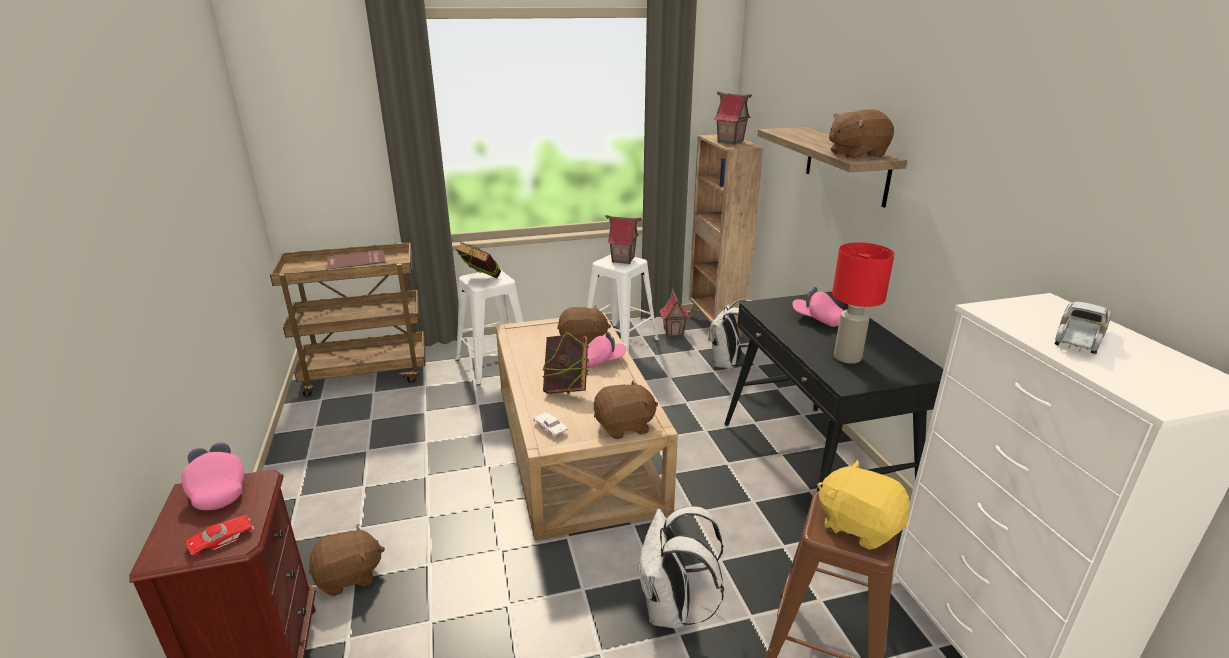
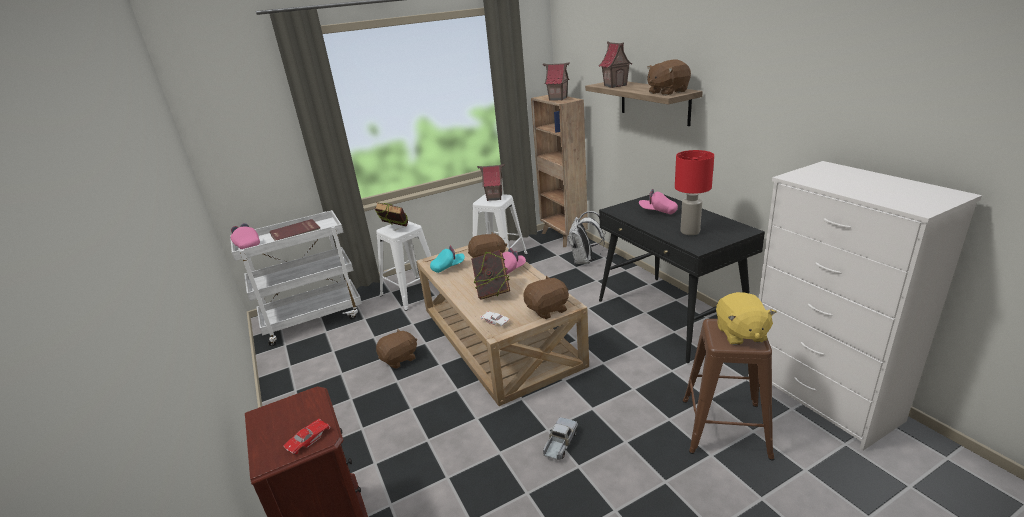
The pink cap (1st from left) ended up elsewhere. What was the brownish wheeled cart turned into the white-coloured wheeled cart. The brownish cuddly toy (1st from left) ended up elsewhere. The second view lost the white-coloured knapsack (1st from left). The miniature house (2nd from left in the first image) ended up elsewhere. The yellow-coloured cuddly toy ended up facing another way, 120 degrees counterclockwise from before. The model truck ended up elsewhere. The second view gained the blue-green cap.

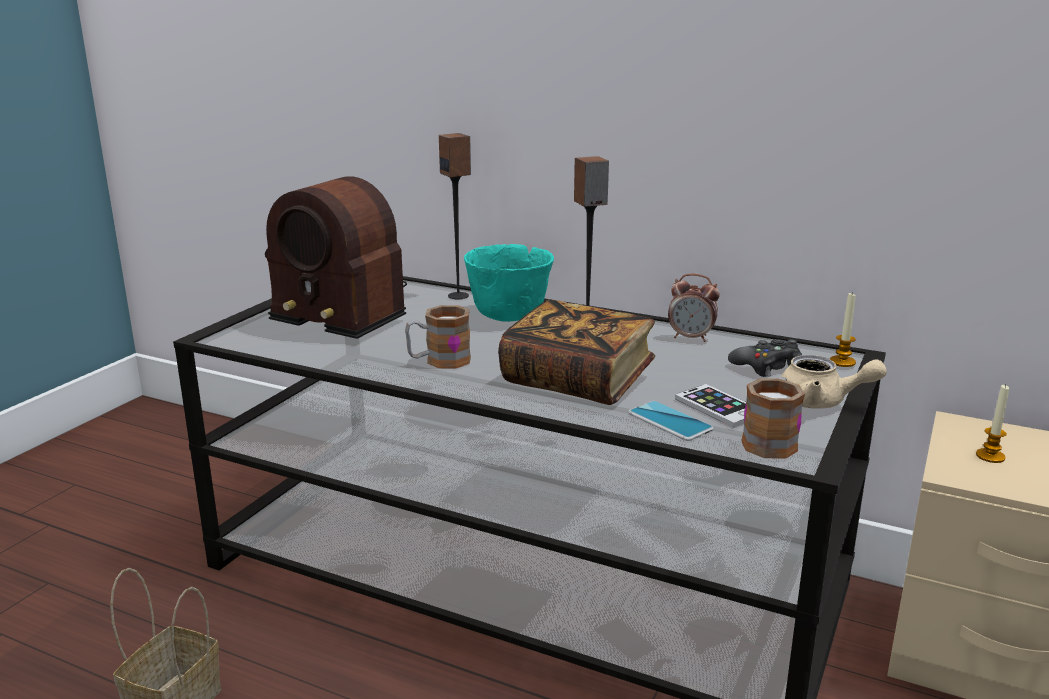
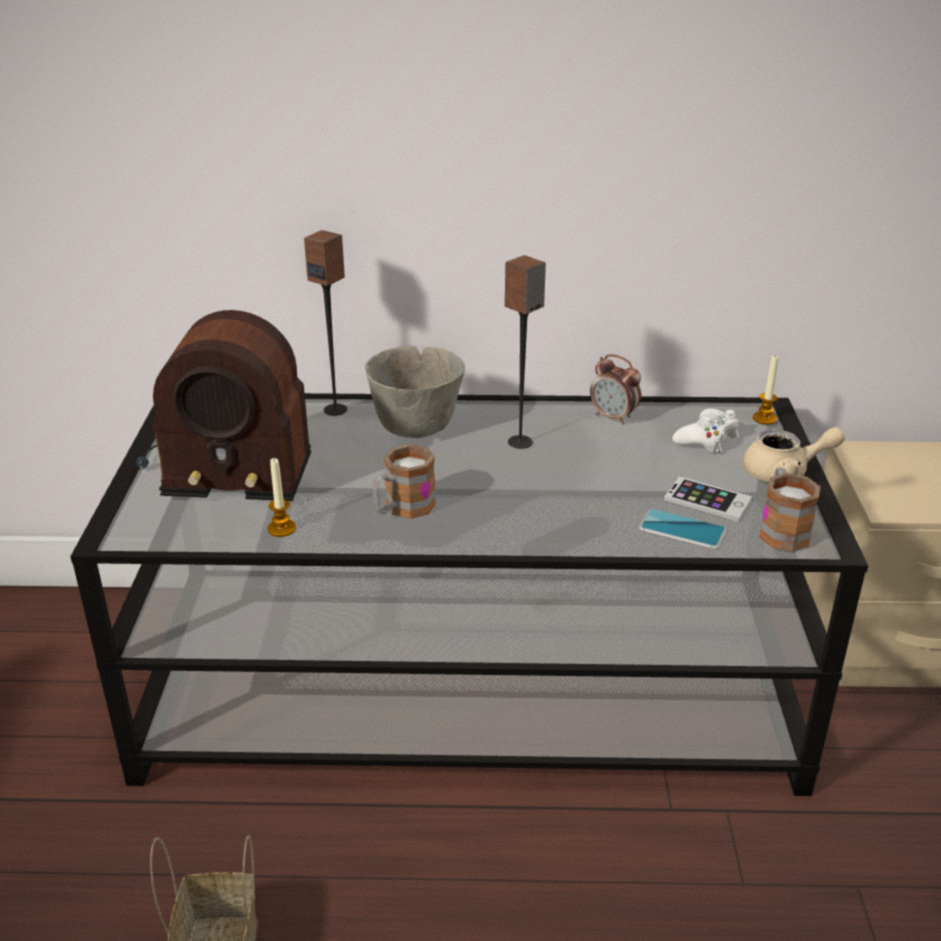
What was the blue-green bowl turned into the greyish bowl. The second view lost the book. The table clock ended up facing another way, 45 degrees clockwise from before. What was the blackish gamepad turned into the white-coloured gamepad. The wax light (2nd from left in the first image) ended up elsewhere.

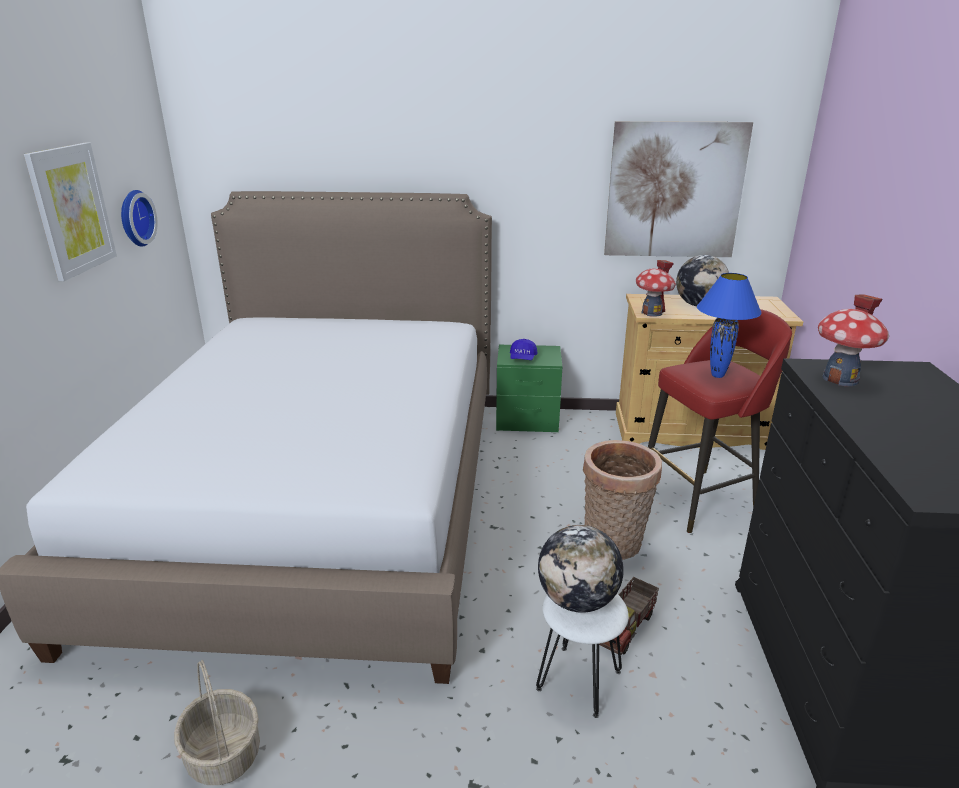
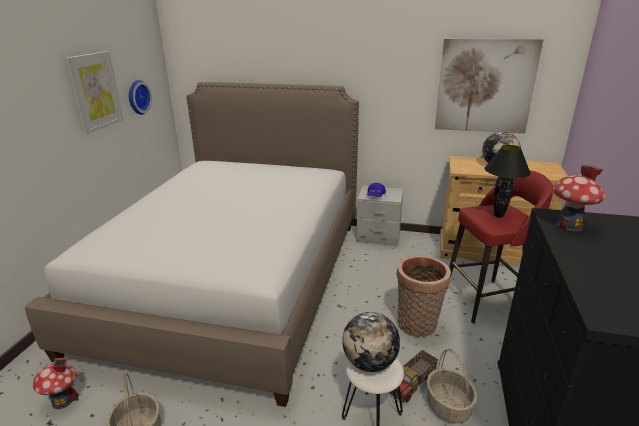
What was the green-coloured nightstand turned into the greyish nightstand. The miniature house (1st from left) ended up elsewhere. What was the blue tabletop lamp turned into the blackish tabletop lamp. The second view gained the basket (3rd from left).

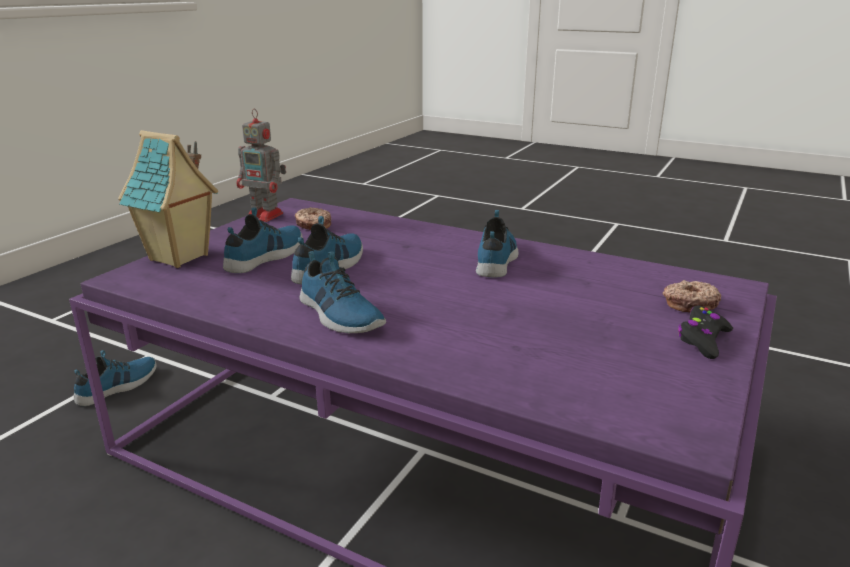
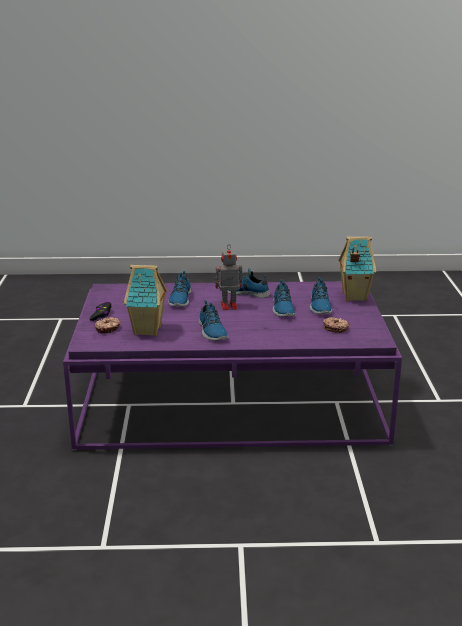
The item of footwear (1st from left) ended up elsewhere. The model robot ended up elsewhere. The second view gained the miniature house (1st from left).

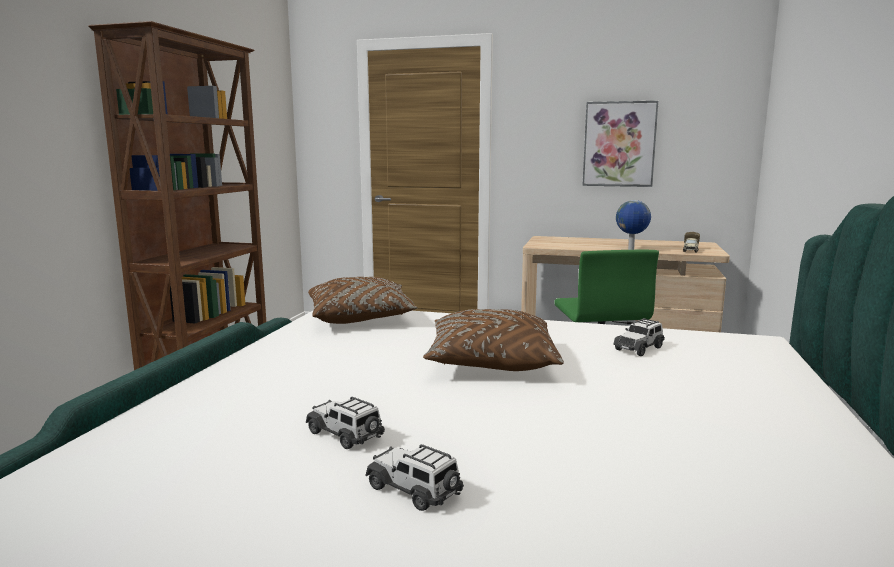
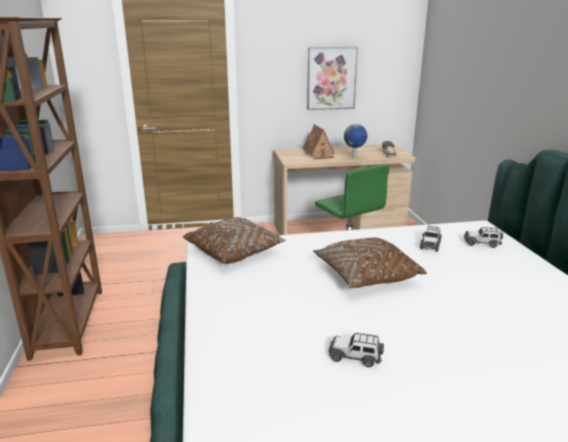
The toy car (2nd from left in the first image) ended up elsewhere. The second view gained the miniature house.

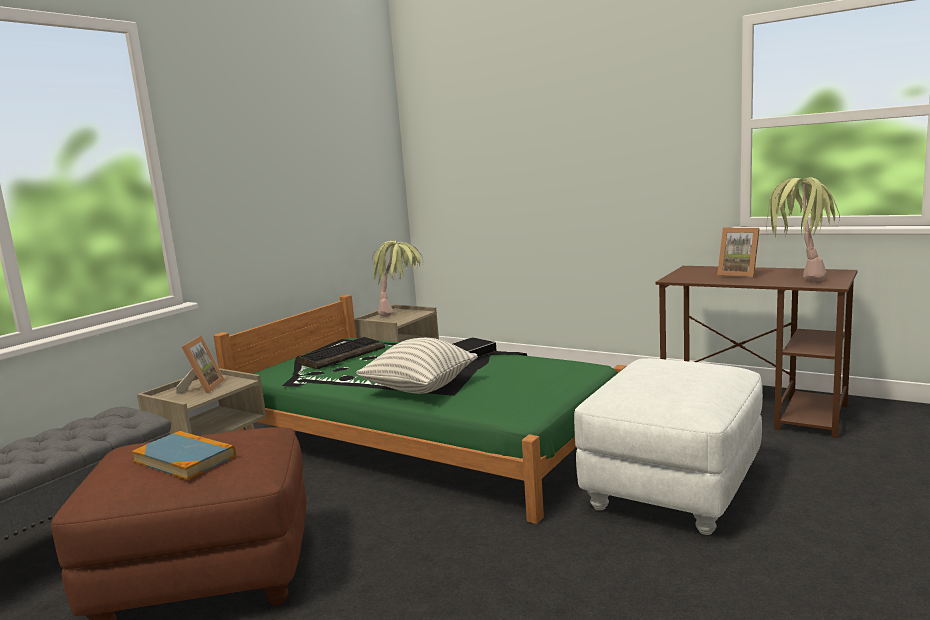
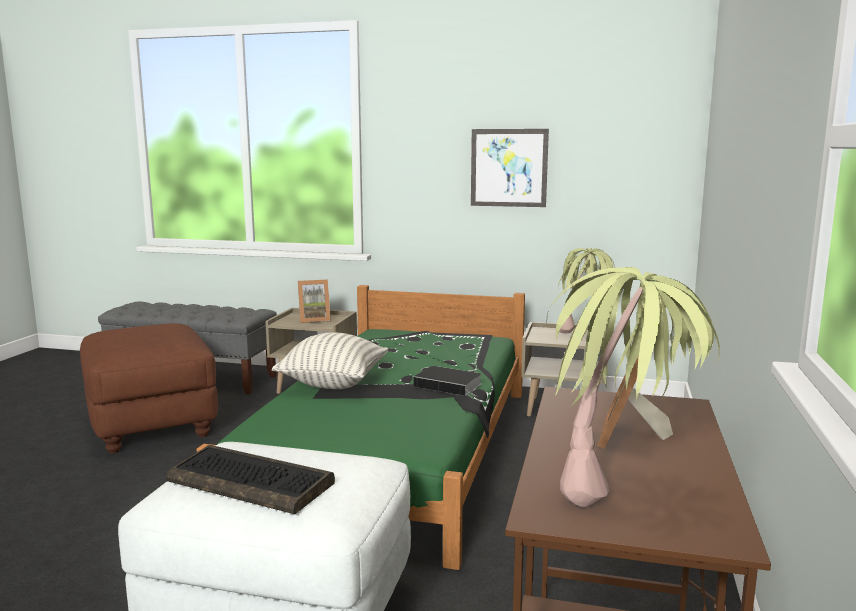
The second view lost the book (1st from left). The keyboard ended up elsewhere. The second view gained the wall picture.

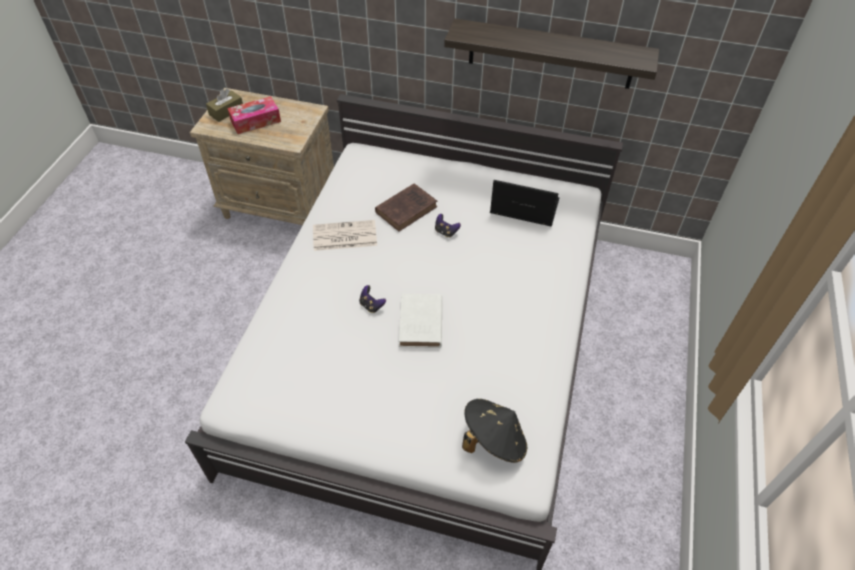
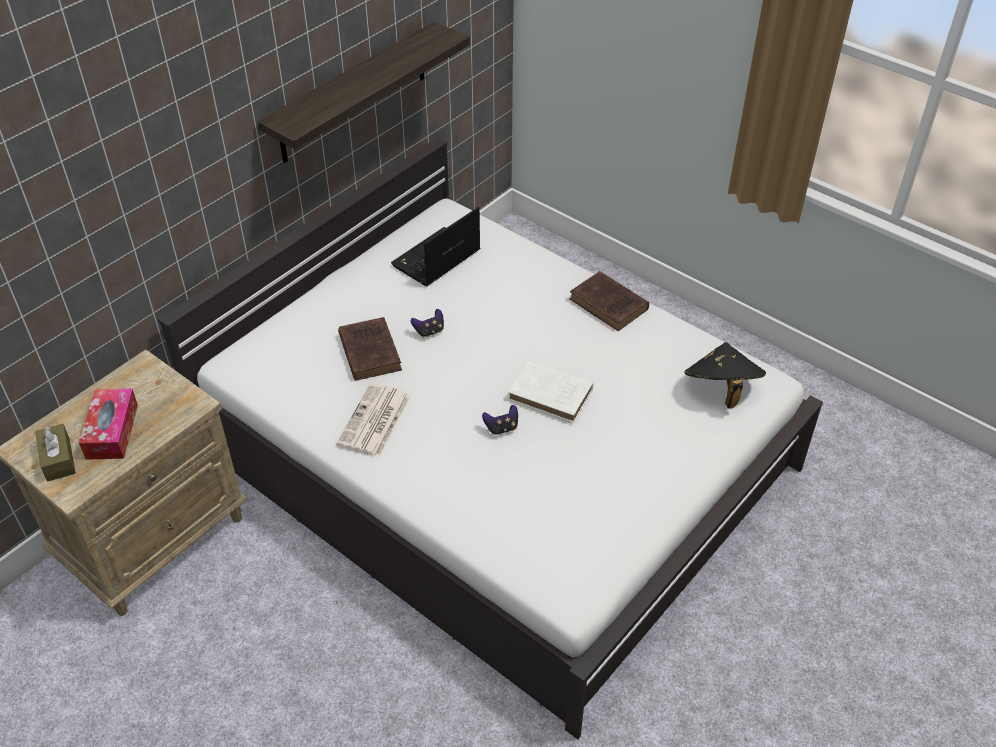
The second view gained the brownish book (2nd from left).

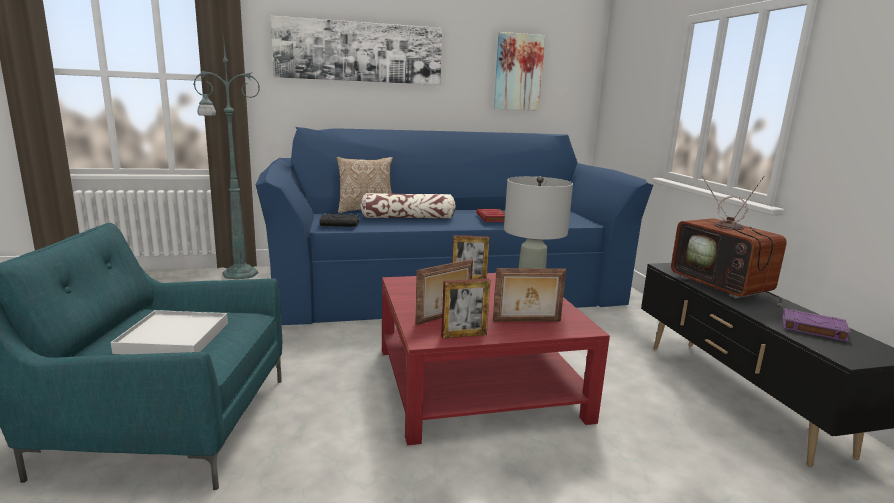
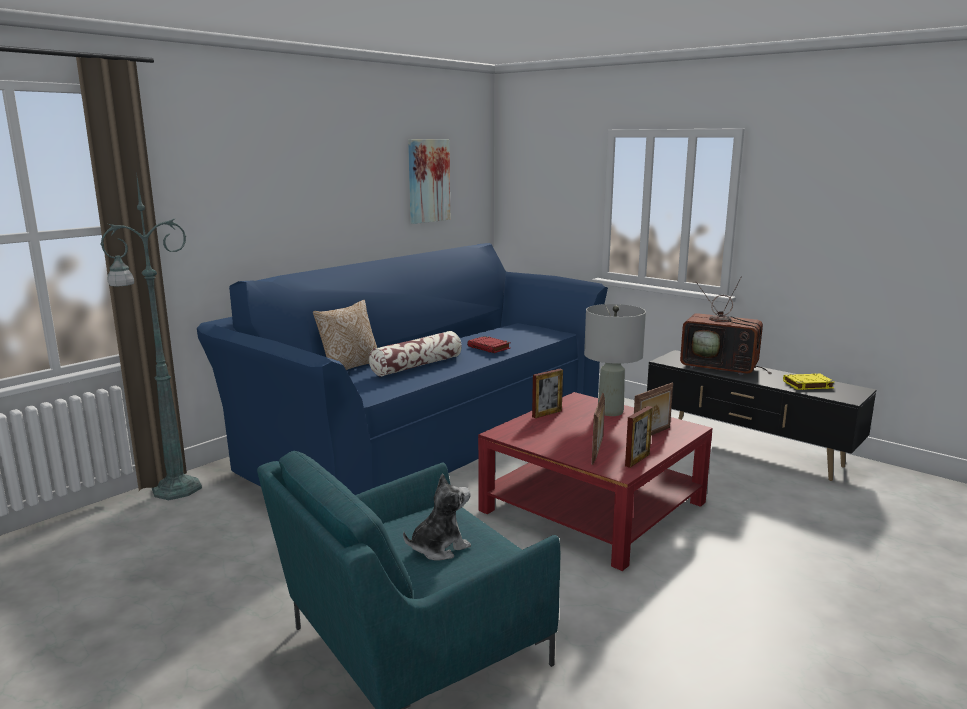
Where the white-coloured tray stood, the cuddly toy came to stand. The second view lost the wall picture (1st from left). The second view lost the blackish book. What was the purplish book turned into the yellow-coloured book.

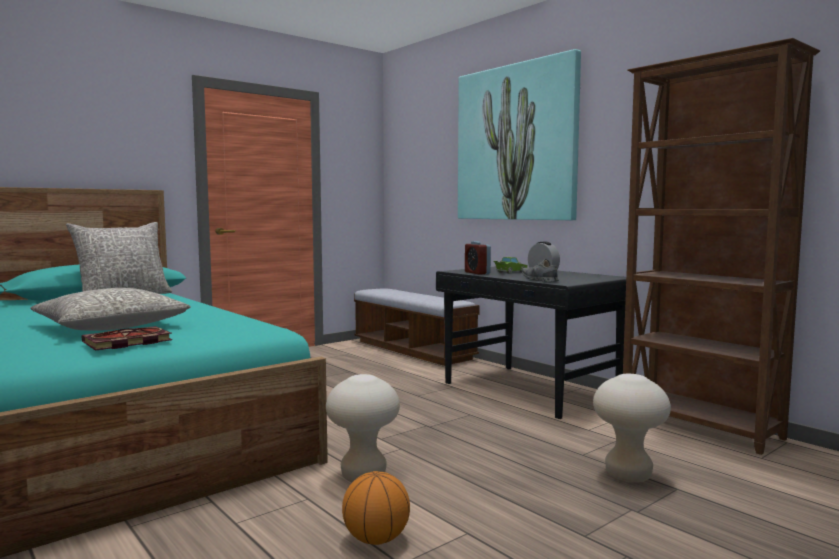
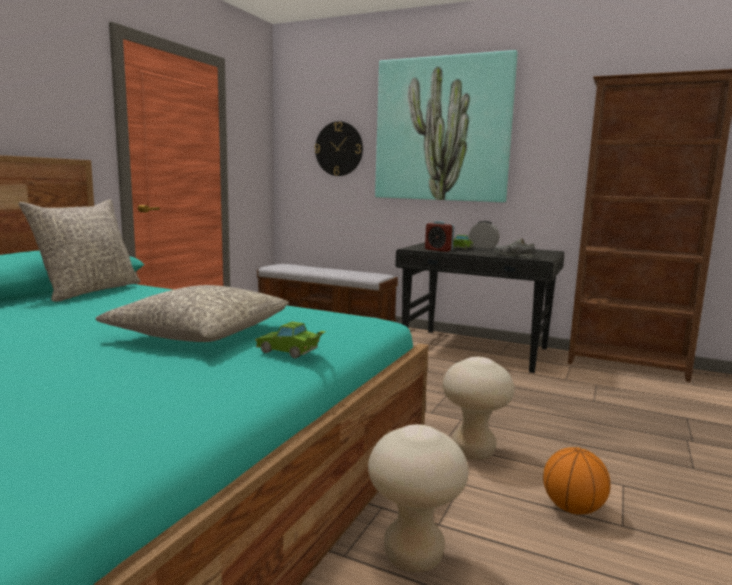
Where the book stood, the green-coloured toy car (1st from left) came to stand. The beige stool seat (2nd from left in the first image) ended up elsewhere. The second view gained the hanging clock.

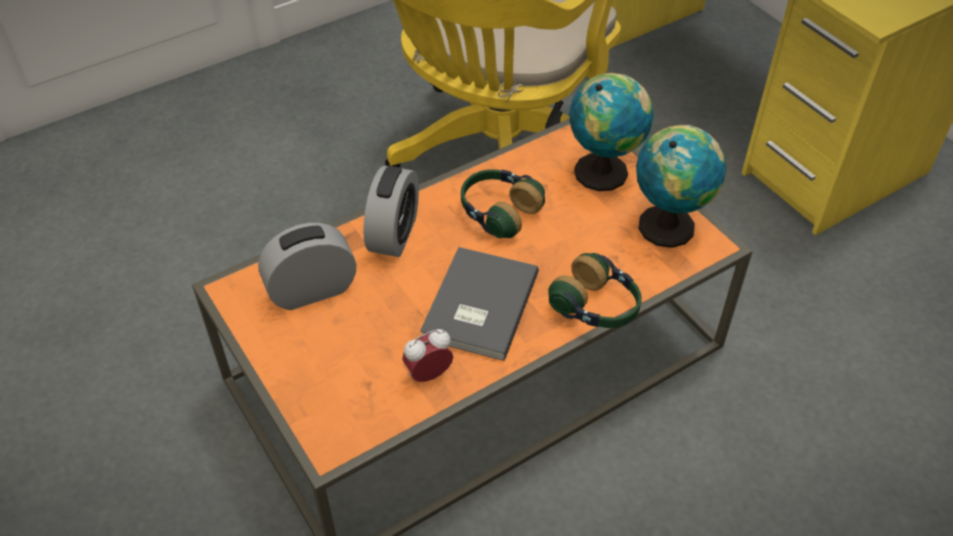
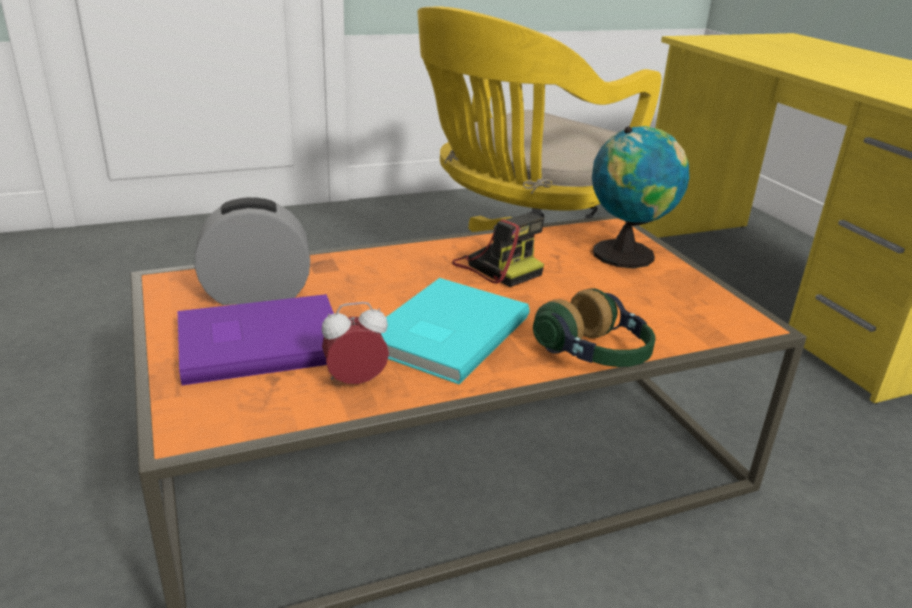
The second view lost the table clock (2nd from left). What was the greyish book turned into the blue-green book. Where the headphones (1st from left) stood, the photo camera came to stand. The second view lost the desk globe (2nd from left). The second view gained the purplish book.

